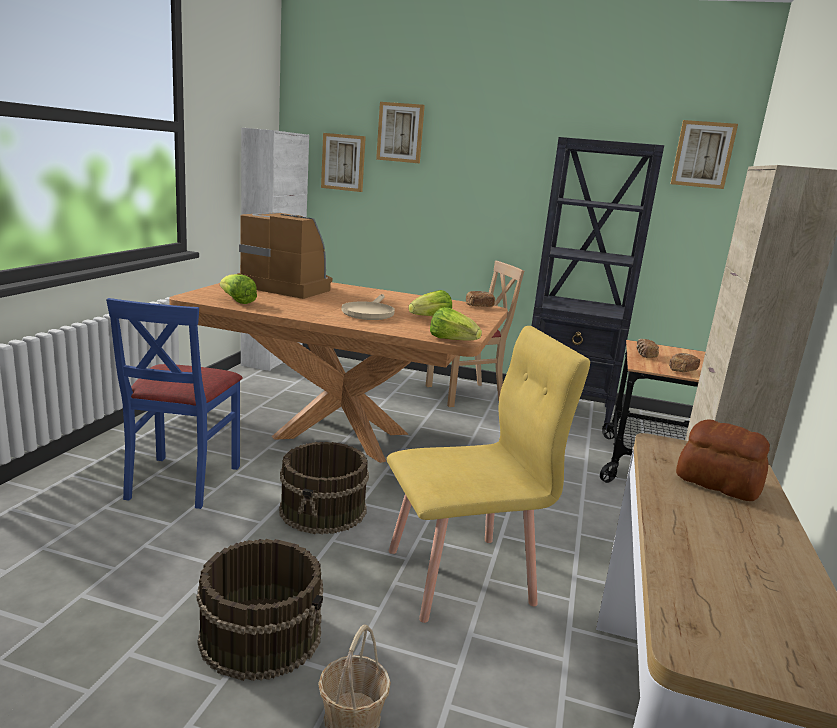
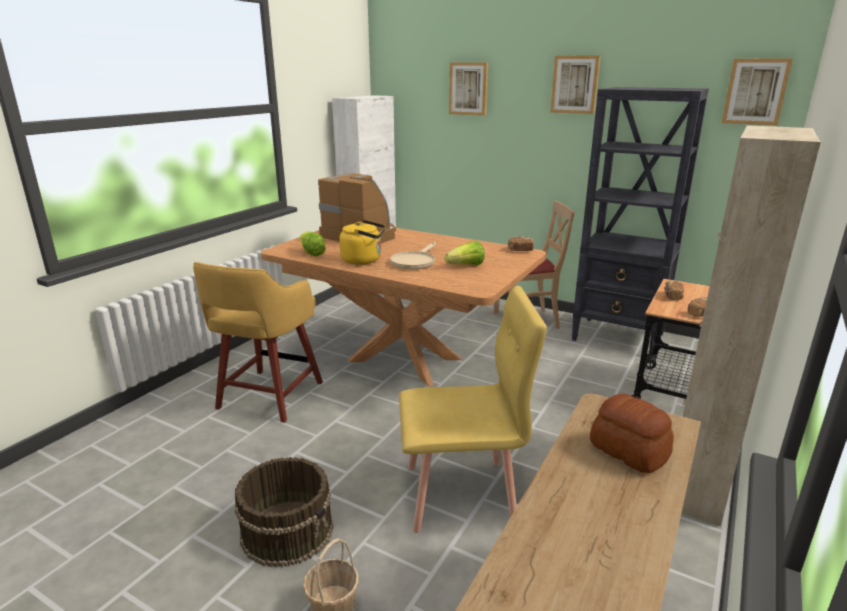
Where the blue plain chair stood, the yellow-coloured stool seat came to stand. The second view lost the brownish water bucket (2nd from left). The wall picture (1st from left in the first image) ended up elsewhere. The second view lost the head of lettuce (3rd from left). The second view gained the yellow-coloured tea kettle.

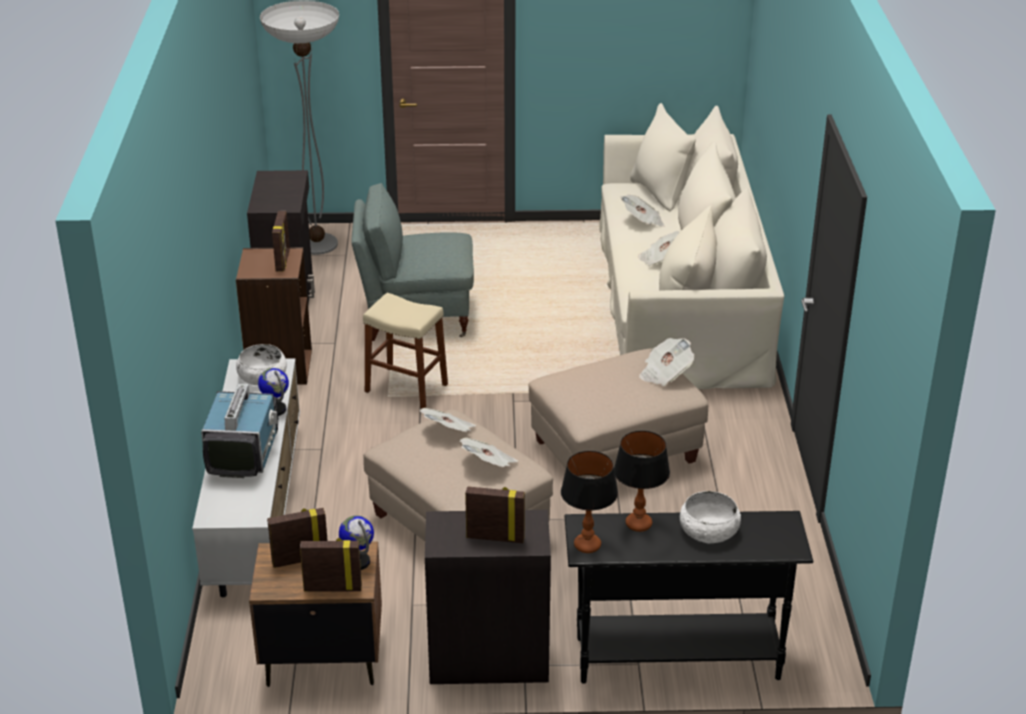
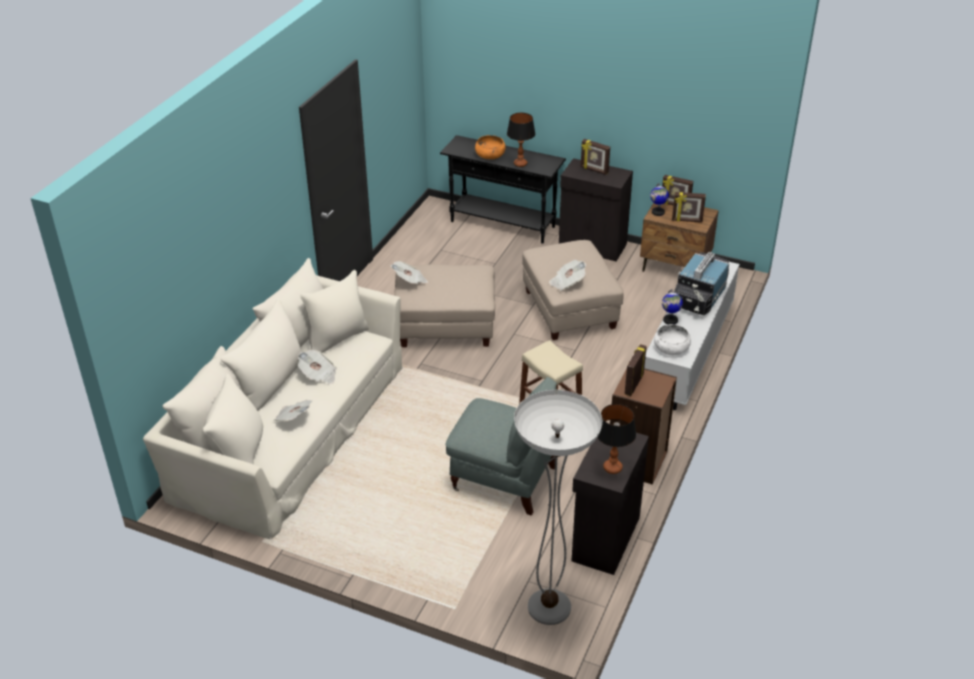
The second view lost the printed paper (2nd from left). The tabletop lamp (1st from left in the first image) ended up elsewhere. What was the white-coloured bowl (2nd from left) turned into the orange-coloured bowl.

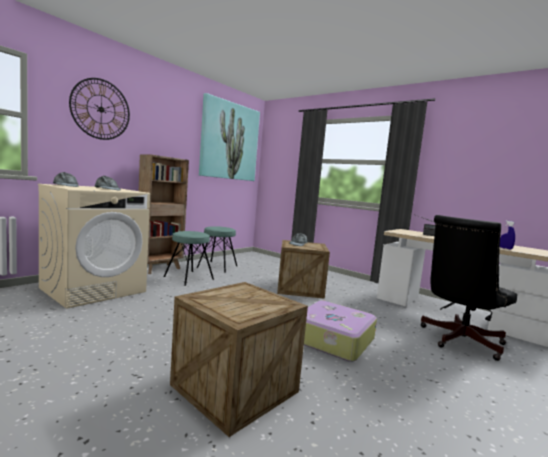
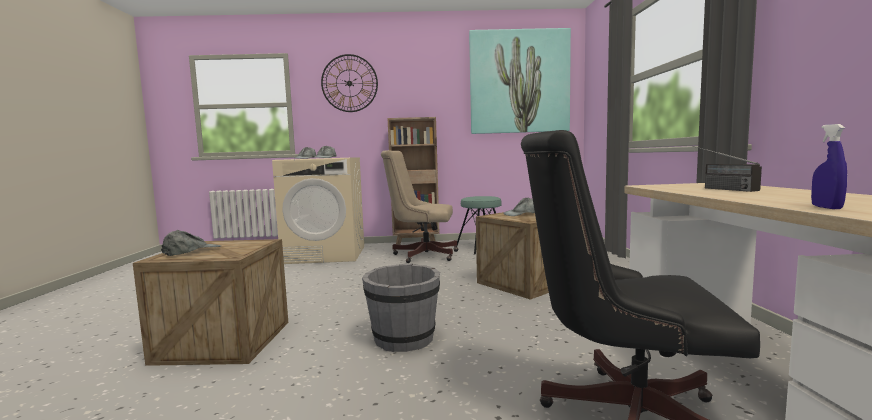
Where the blue-green stool seat (1st from left) stood, the beige computer chair came to stand. Where the suitcase stood, the greyish water bucket came to stand. The second view gained the greyish cap (1st from left).

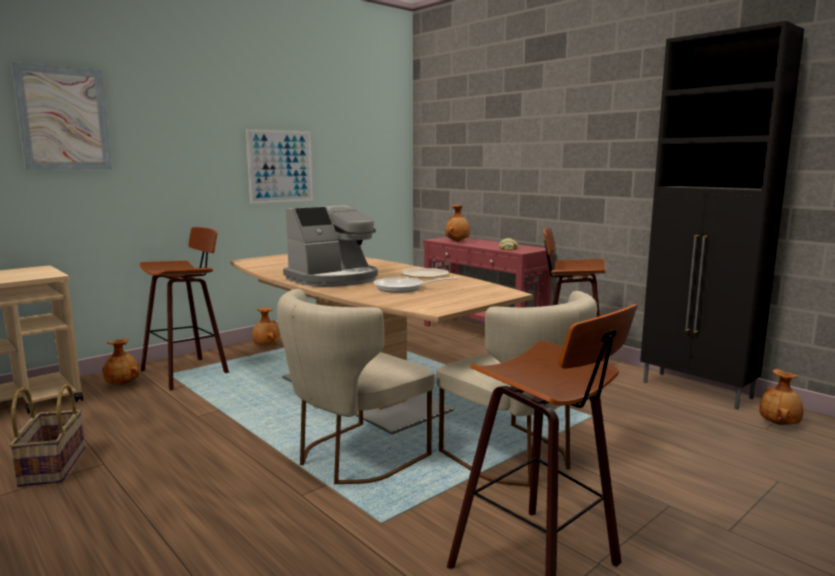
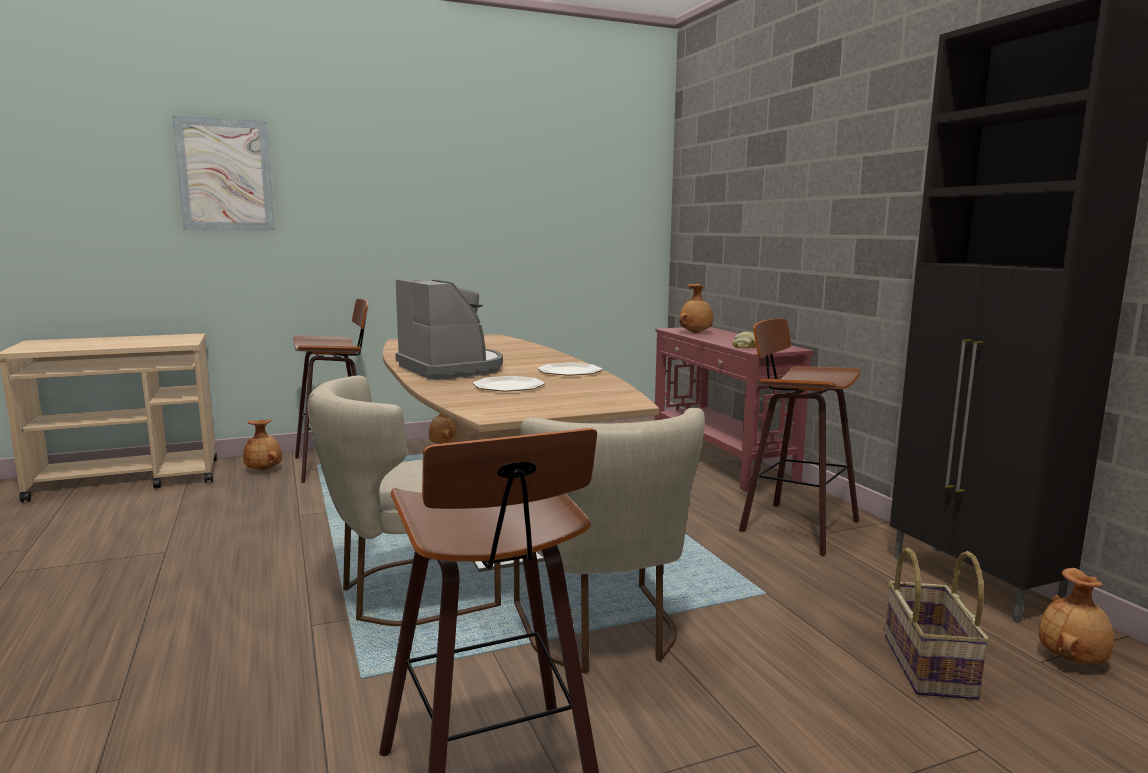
The basket ended up elsewhere. The second view lost the wall picture (2nd from left). The coffee maker ended up facing another way, 105 degrees counterclockwise from before. Where the pan stood, the flat dish (1st from left) came to stand.

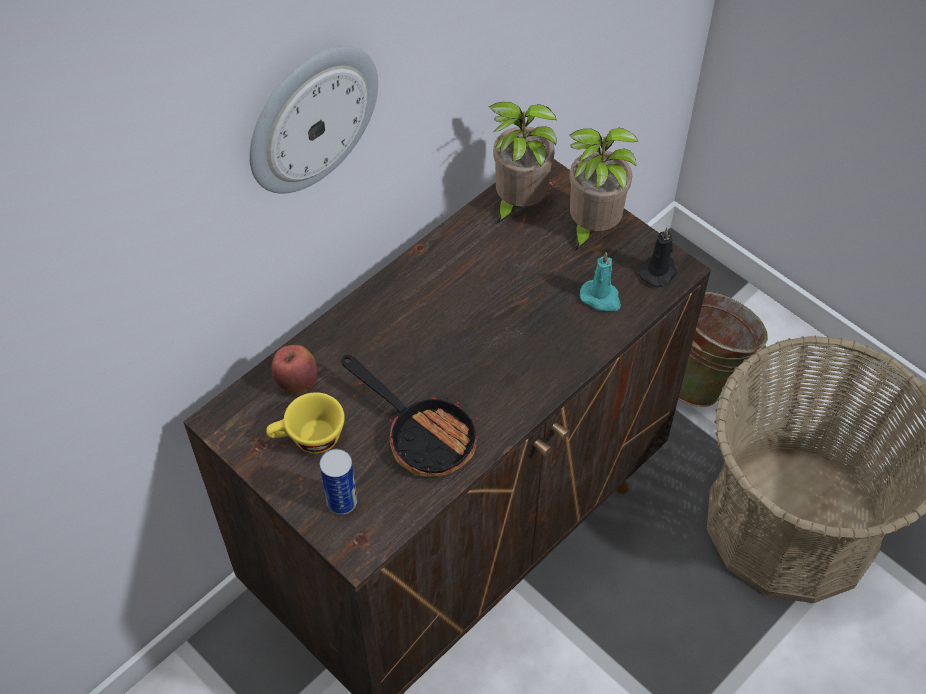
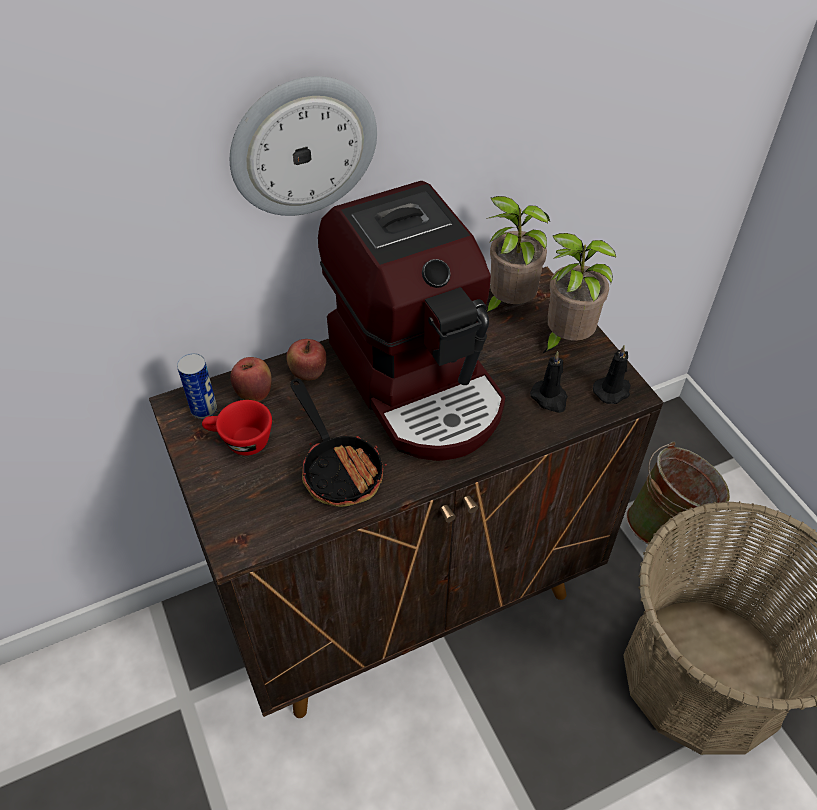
What was the yellow-coloured cup turned into the reddish cup. The can ended up elsewhere. What was the blue-green wax light turned into the blackish wax light (1st from left). The second view gained the apple (2nd from left). The second view gained the coffee maker.

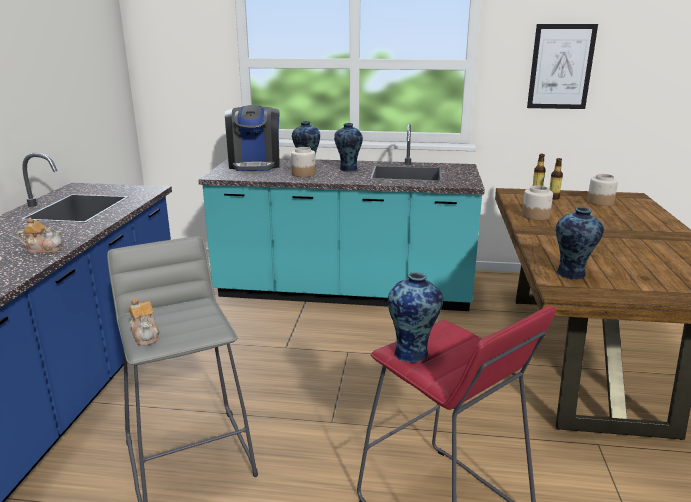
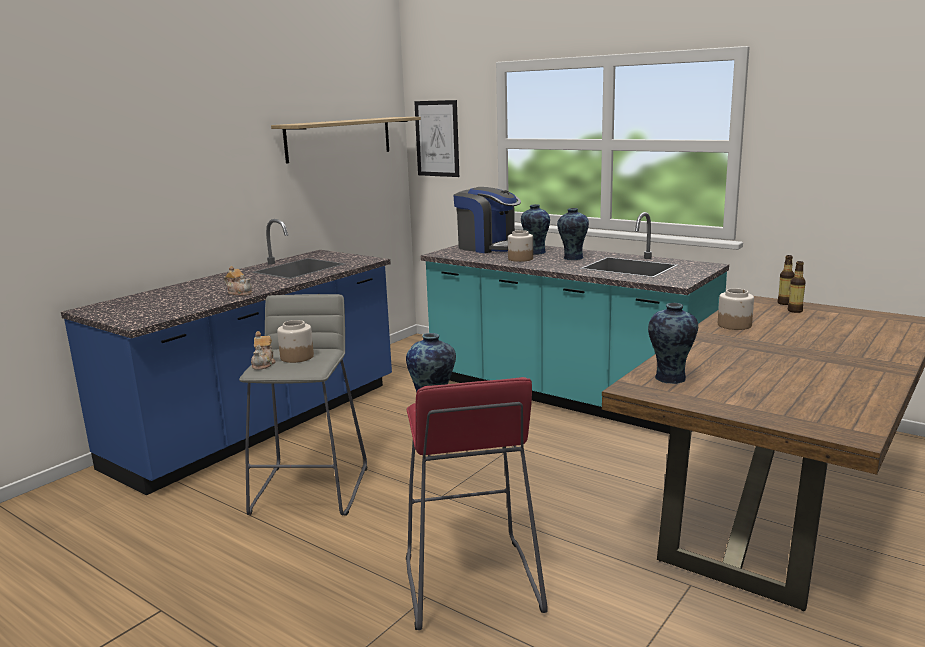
The coffee maker ended up facing another way, 75 degrees counterclockwise from before. The wall picture ended up elsewhere. The jar (3rd from left in the first image) ended up elsewhere. The second view gained the wall shelf.

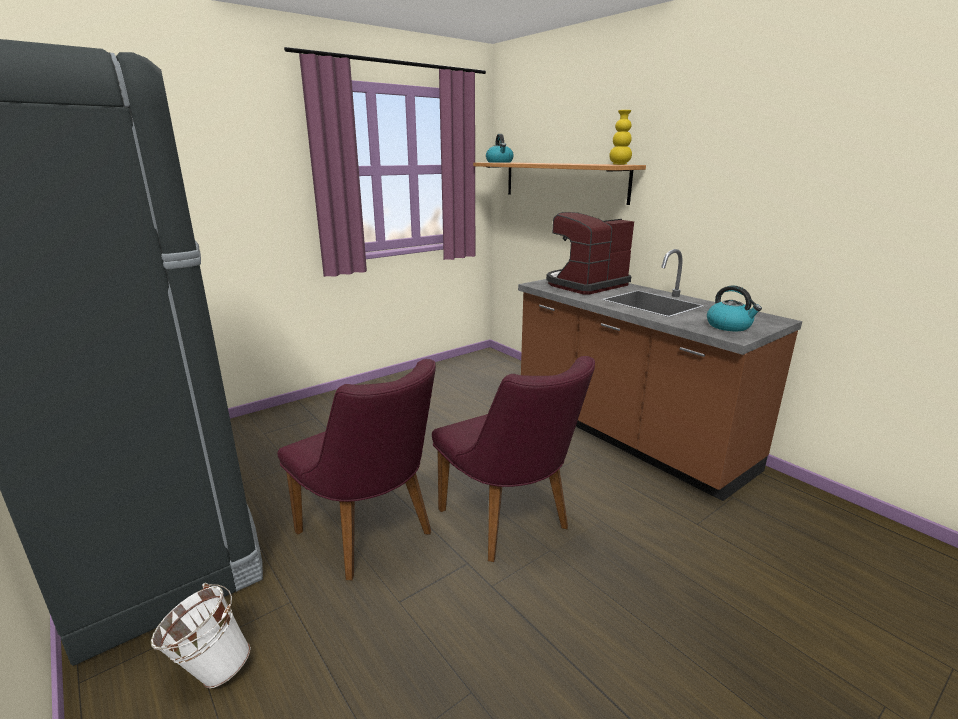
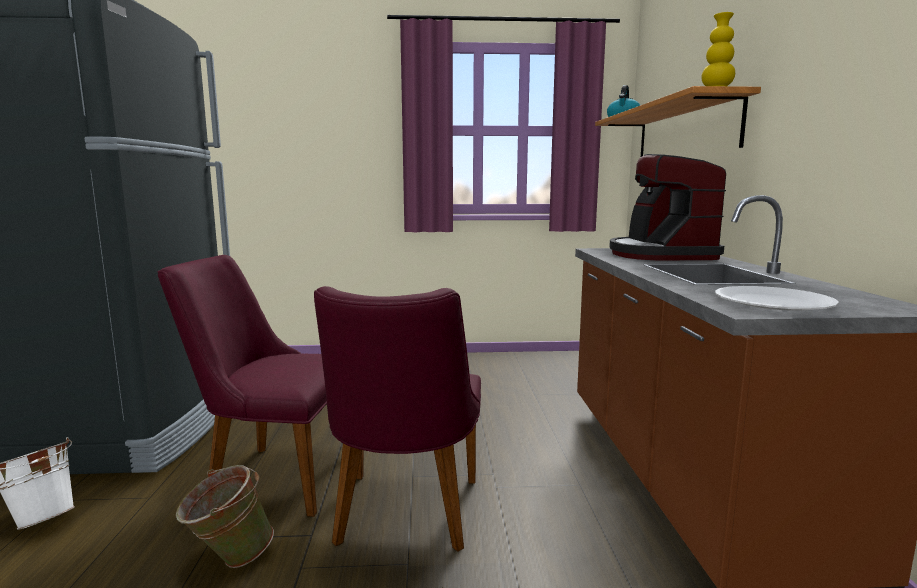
The purplish plain chair (1st from left) ended up facing another way, 105 degrees clockwise from before. The coffee maker ended up facing another way, 90 degrees counterclockwise from before. Where the tea kettle (2nd from left) stood, the white-coloured flat dish came to stand. The second view gained the green-coloured water bucket.

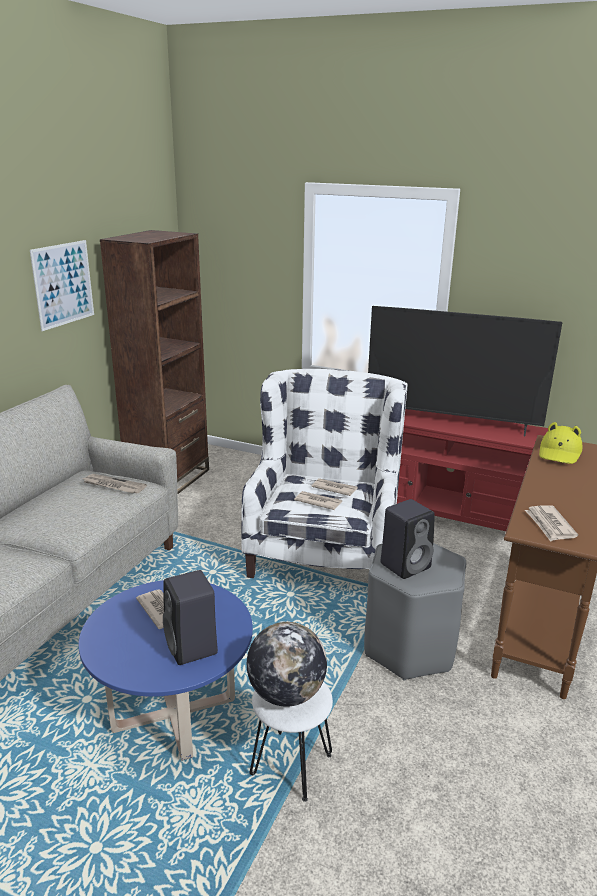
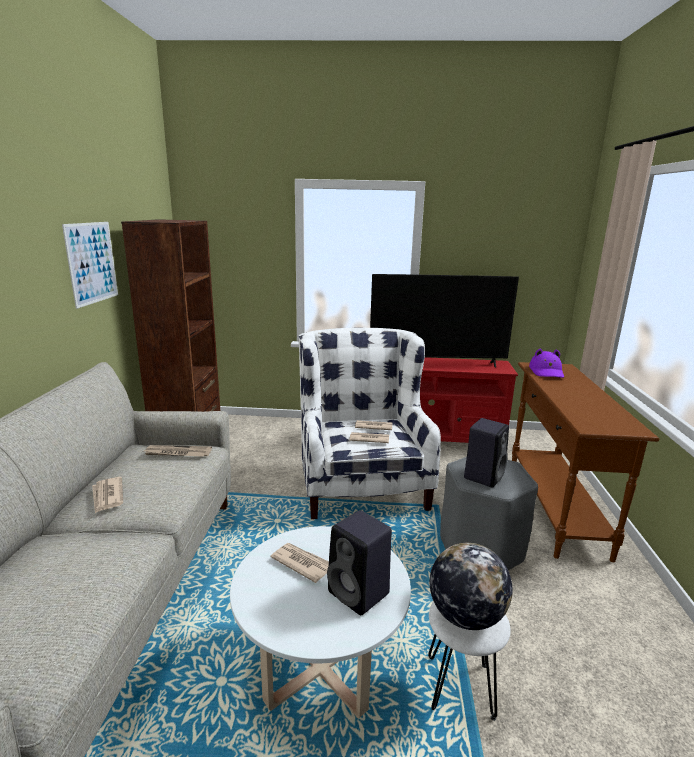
What was the blue lounge table turned into the white-coloured lounge table. The printed paper (5th from left in the first image) ended up elsewhere. What was the yellow-coloured wearable hat turned into the purplish wearable hat.

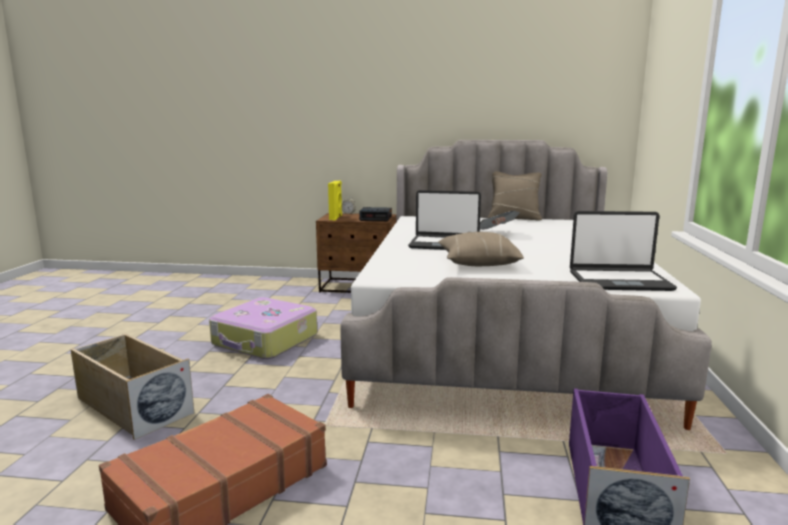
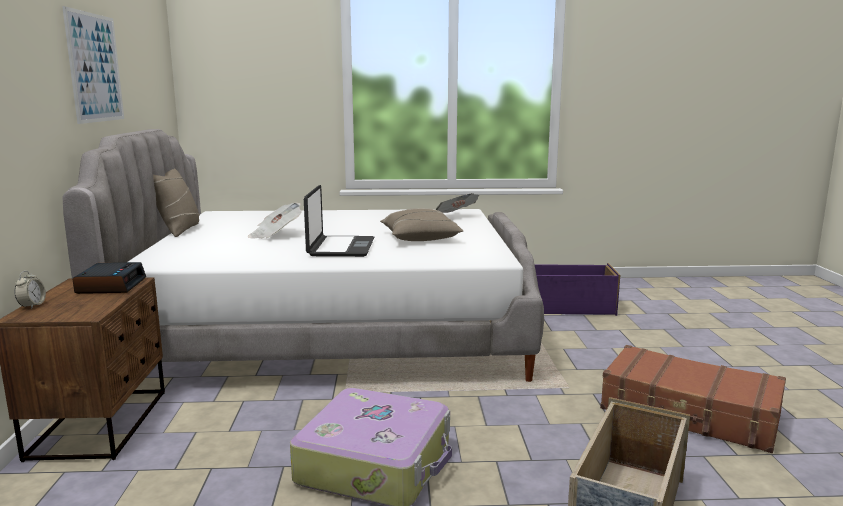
The second view lost the yellow-coloured speaker. Where the notebook computer (2nd from left) stood, the printed paper (2nd from left) came to stand. The second view gained the wall picture.

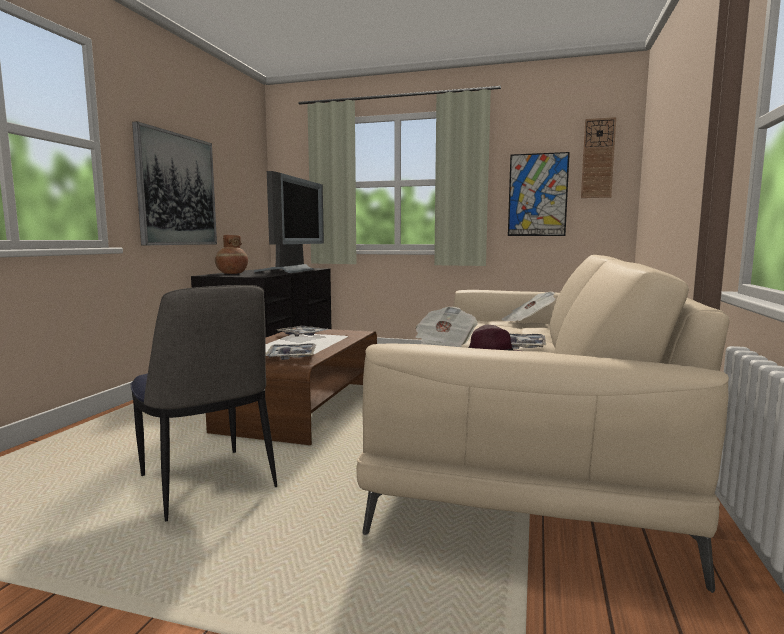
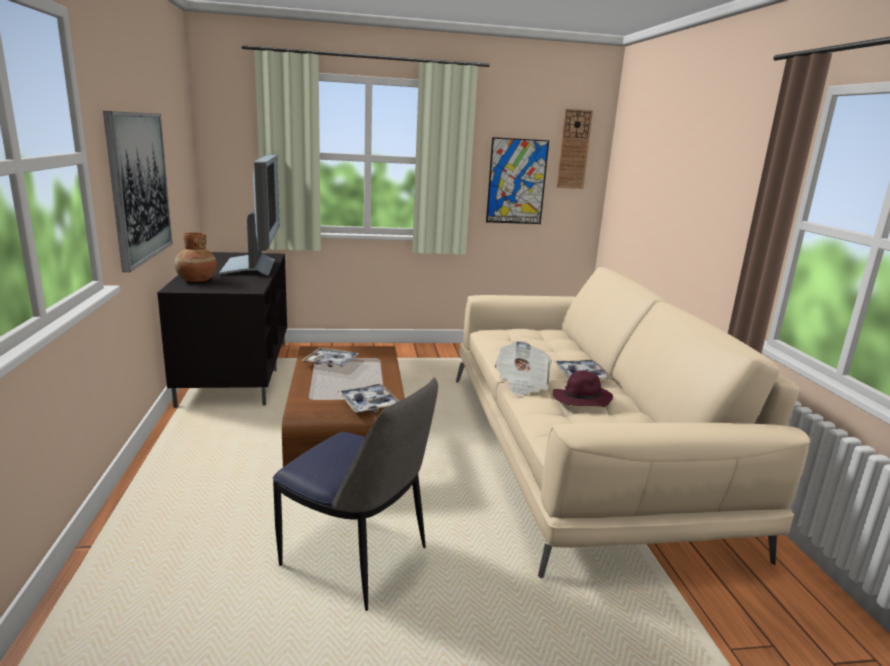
The second view lost the printed paper (2nd from left).

